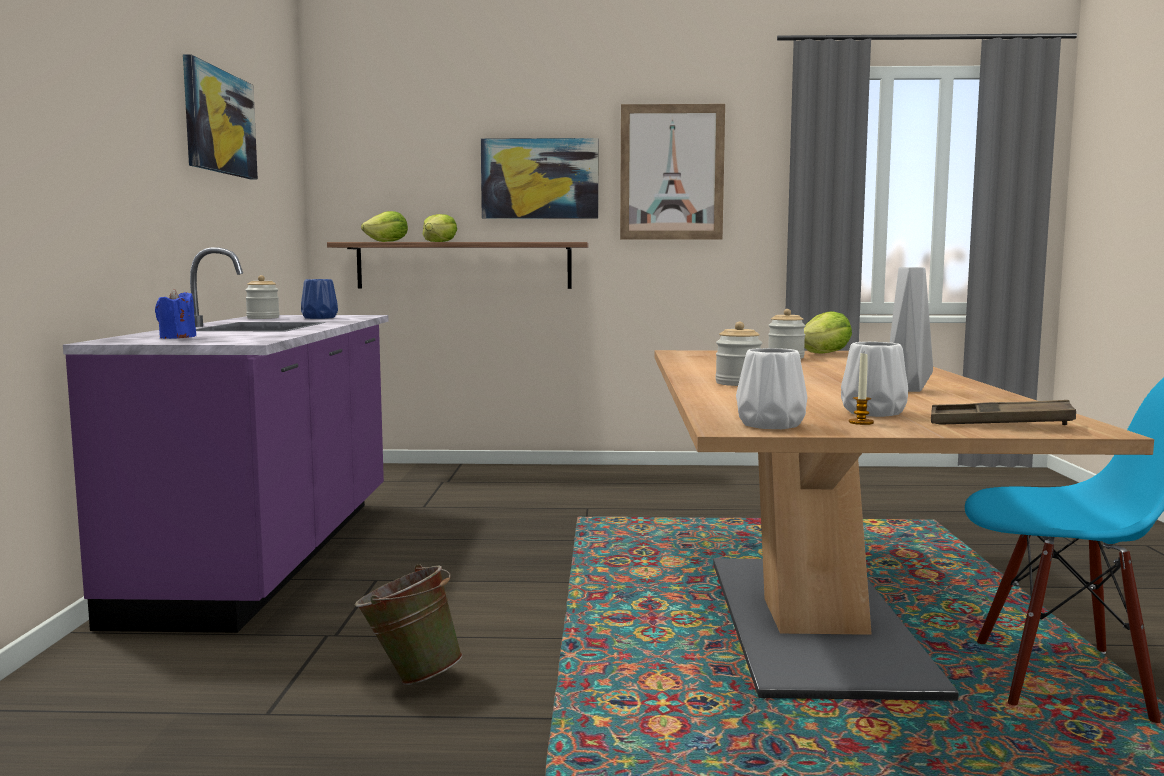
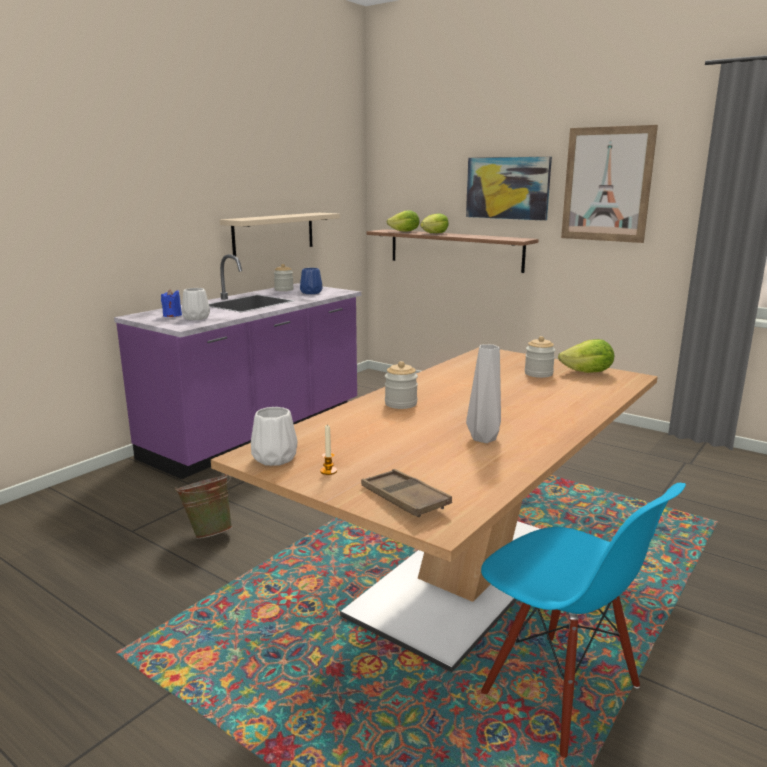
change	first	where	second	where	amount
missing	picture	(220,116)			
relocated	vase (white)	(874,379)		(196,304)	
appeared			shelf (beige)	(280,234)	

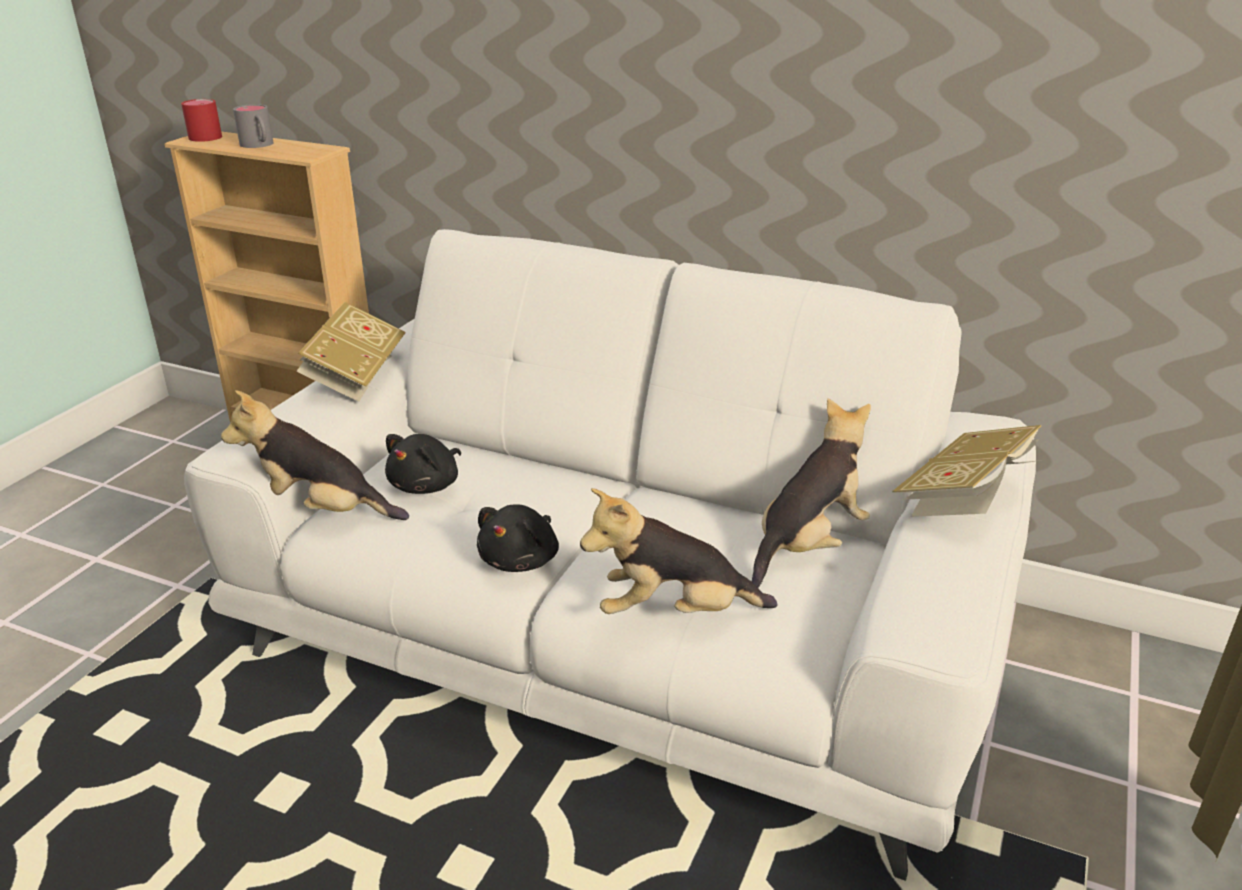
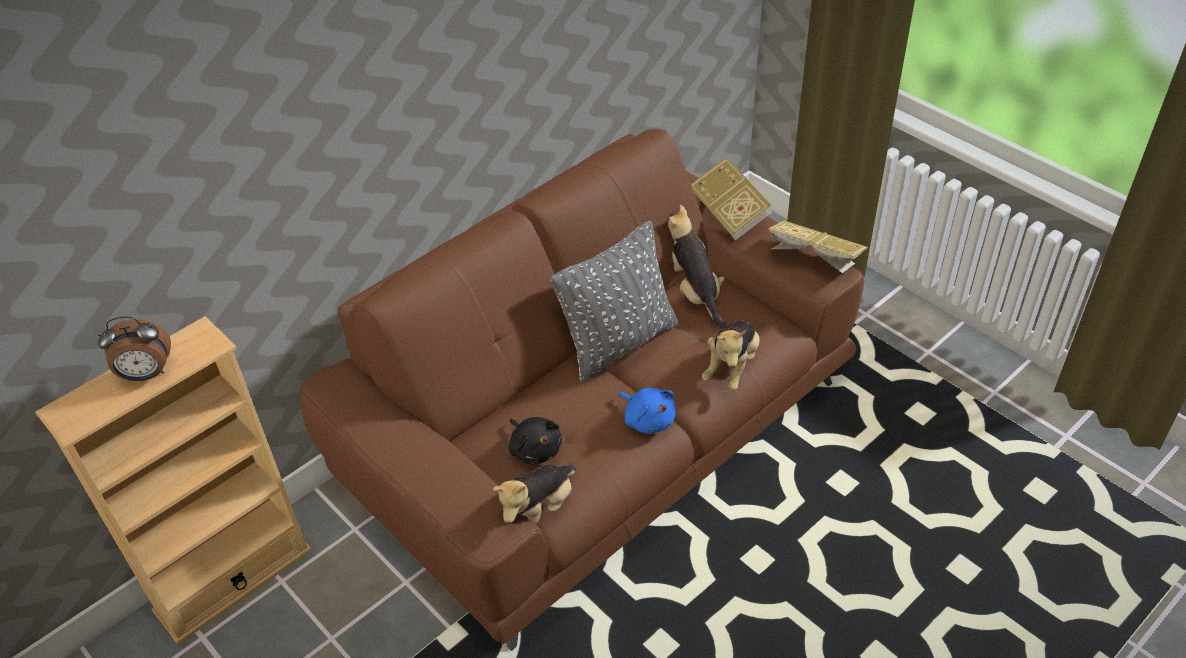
change	first	where	second	where	amount
missing	mug (red)	(201,120)			
colour	sofa (white)	(610,555)	sofa (brown)	(582,390)	
exchanged	mug (grey)	(253,126)	alarm clock	(134,348)	
relocated	book	(351,352)		(817,246)	
colour	plush toy (black)	(518,538)	plush toy (blue)	(647,411)	
appeared			pillow (grey)	(614,302)	

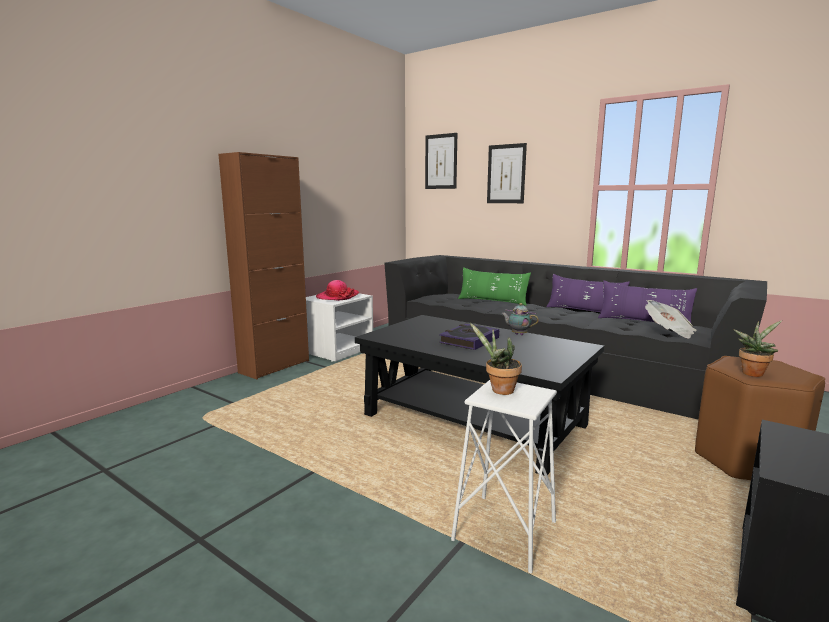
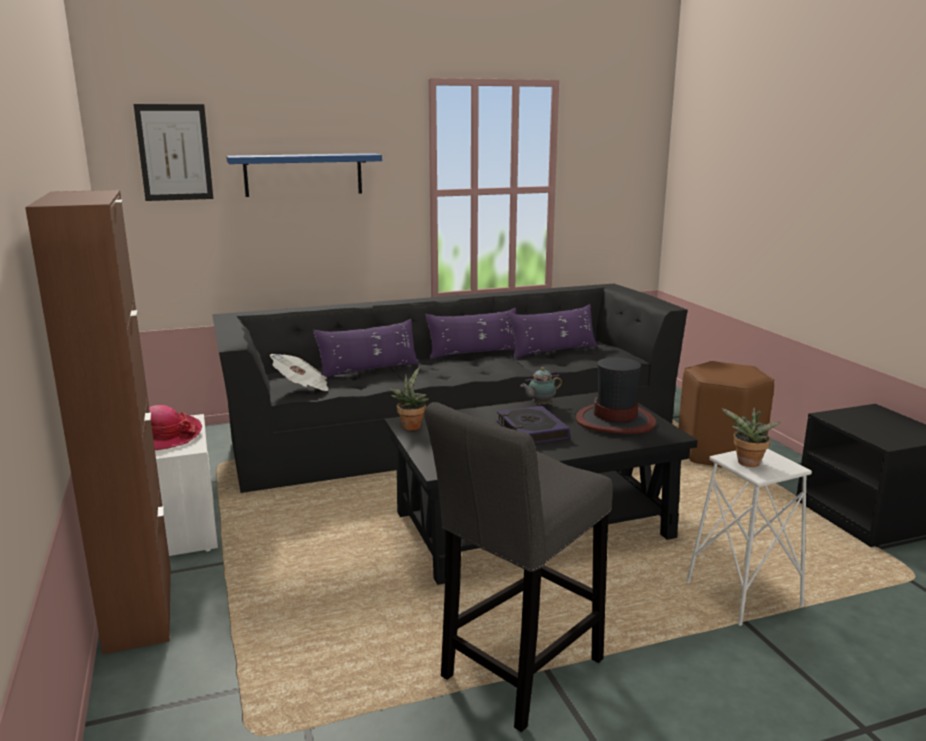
change	first	where	second	where	amount
colour	pillow (green)	(494,286)	pillow (purple)	(366,348)	
exchanged	picture	(507,173)	shelf (blue)	(304,175)	
relocated	newspaper	(670,319)		(299,372)	
relocated	potted plant	(757,348)		(409,399)	
appeared			stool (grey)	(518,567)	
appeared			hat	(615,396)	

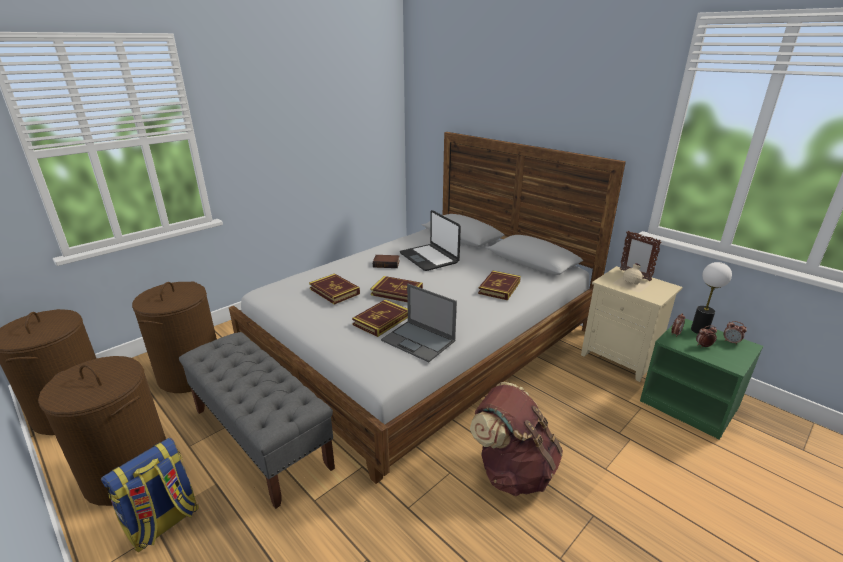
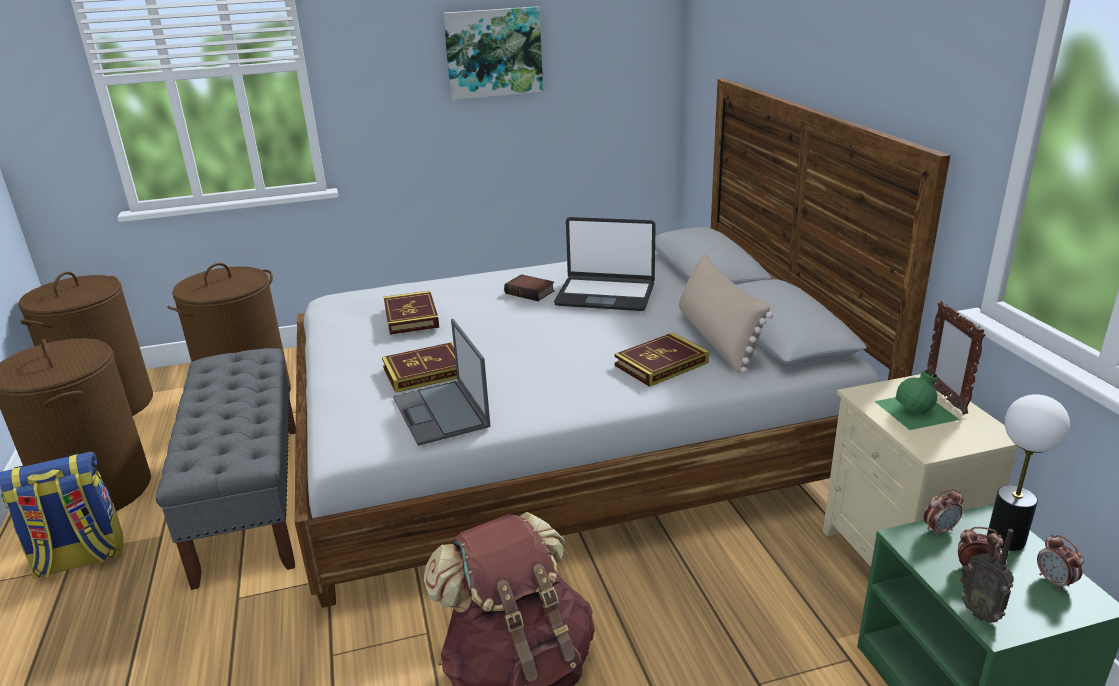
change	first	where	second	where	amount
missing	book	(396,289)			
spun	laptop	(430,240)		(605,264)	75 degrees counterclockwise
colour	bottle (beige)	(631,278)	bottle (green)	(917,399)	
appeared			picture	(493,53)	
appeared			pillow (beige)	(726,313)	
appeared			radio	(987,576)	

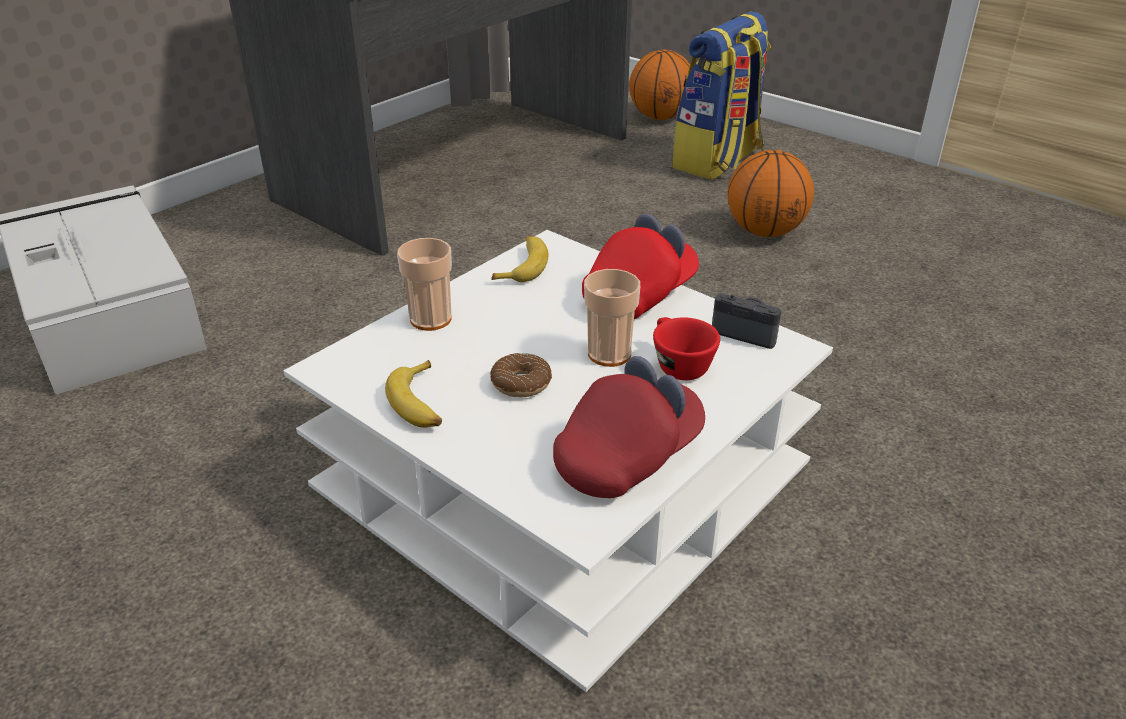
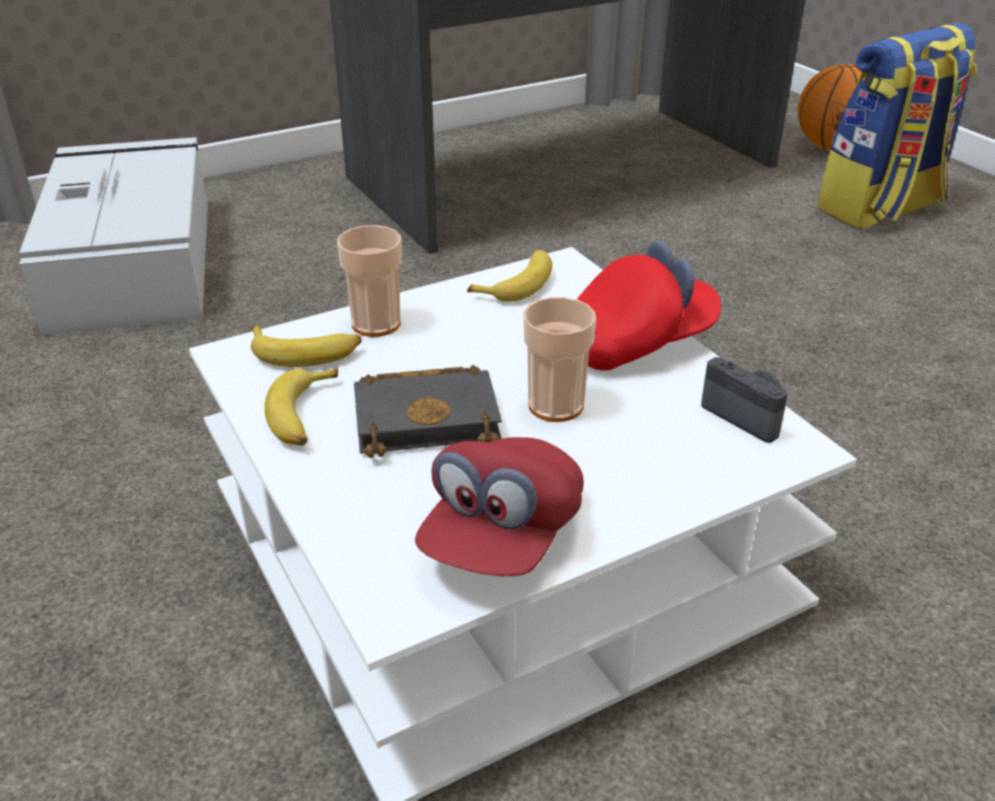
change	first	where	second	where	amount
exchanged	donut	(521,375)	book (black)	(428,411)	
spun	cap (red)	(629,427)		(499,506)	135 degrees clockwise
missing	cup (red)	(686,348)			
missing	basketball	(770,193)			
appeared			banana	(306,346)	

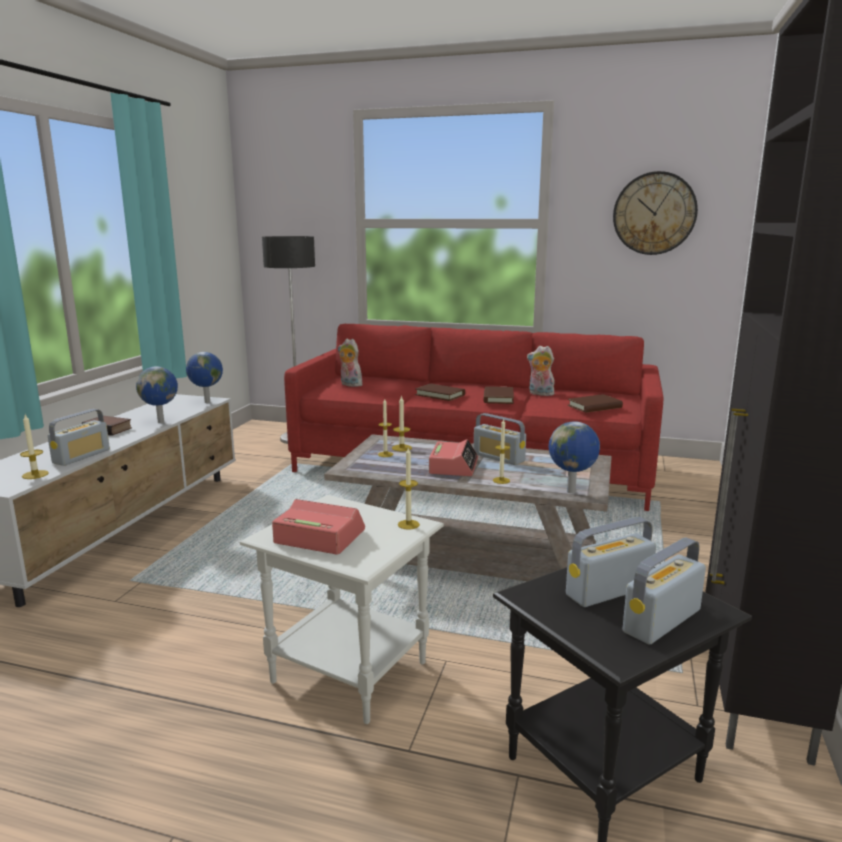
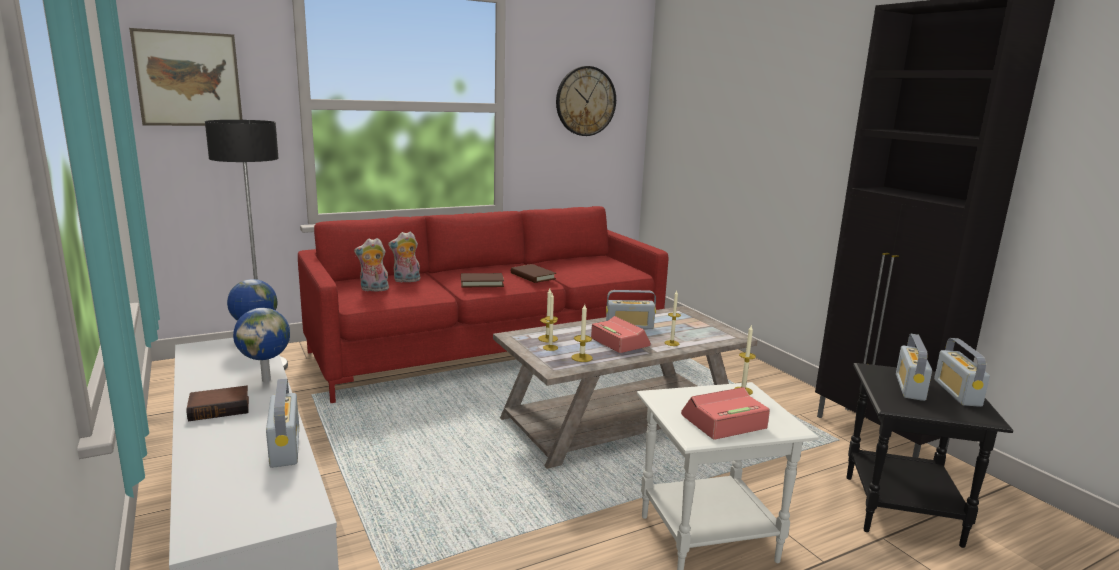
change	first	where	second	where	amount
relocated	candle	(34,447)		(582,333)	
relocated	plush toy	(541,371)		(404,257)	
missing	globe	(574,457)			
missing	book (brown)	(595,403)			
appeared			picture	(186,77)	

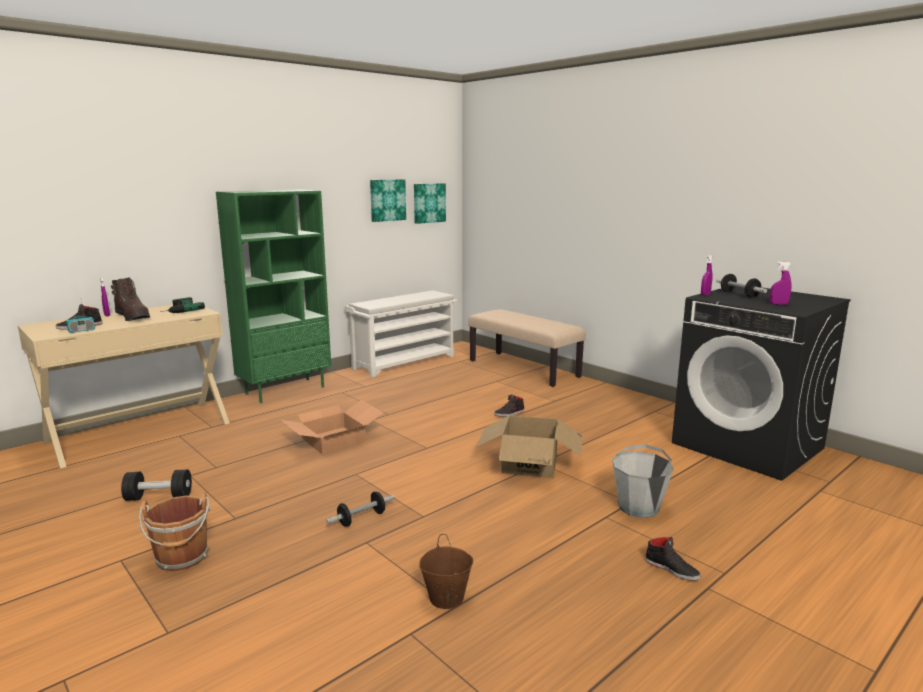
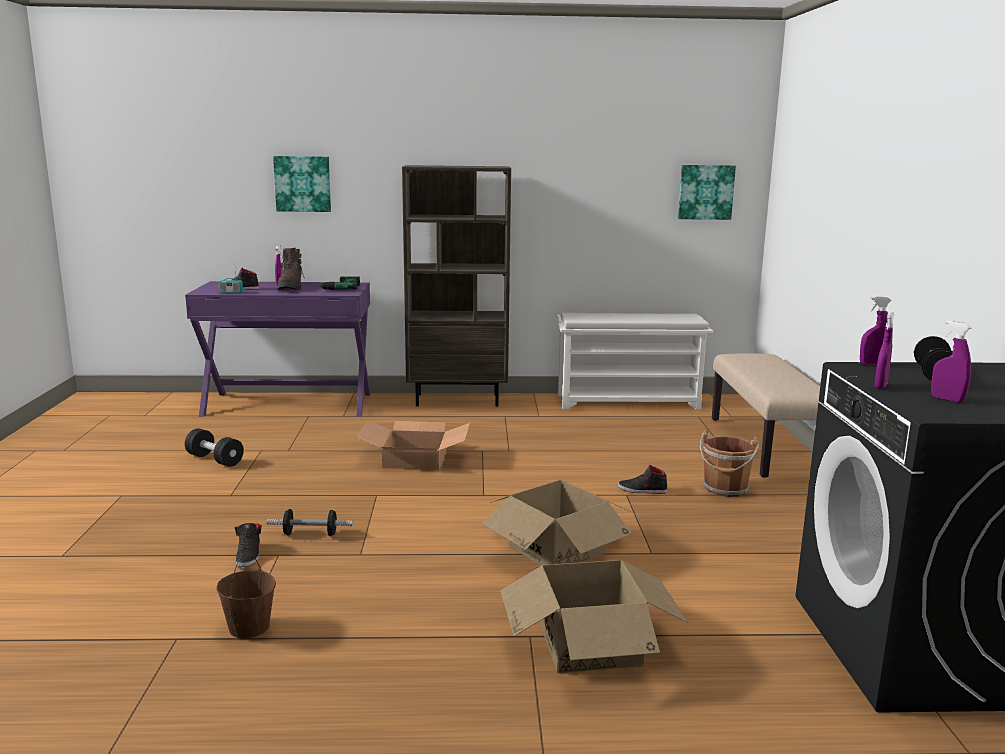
change	first	where	second	where	amount
colour	desk (beige)	(123,385)	desk (purple)	(278,349)	
relocated	bucket (brown)	(174,532)		(729,463)	
colour	bookcase (green)	(273,296)	bookcase (brown)	(456,285)	
relocated	picture	(388,200)		(302,184)	
exchanged	bucket (grey)	(643,481)	cardboard box	(594,616)	
relocated	shoe (black)	(672,559)		(248,545)	
appeared			spray bottle (purple)	(884,350)	

